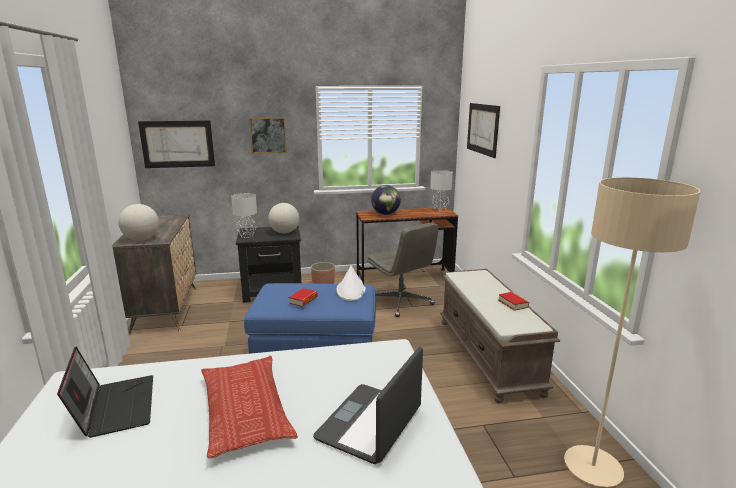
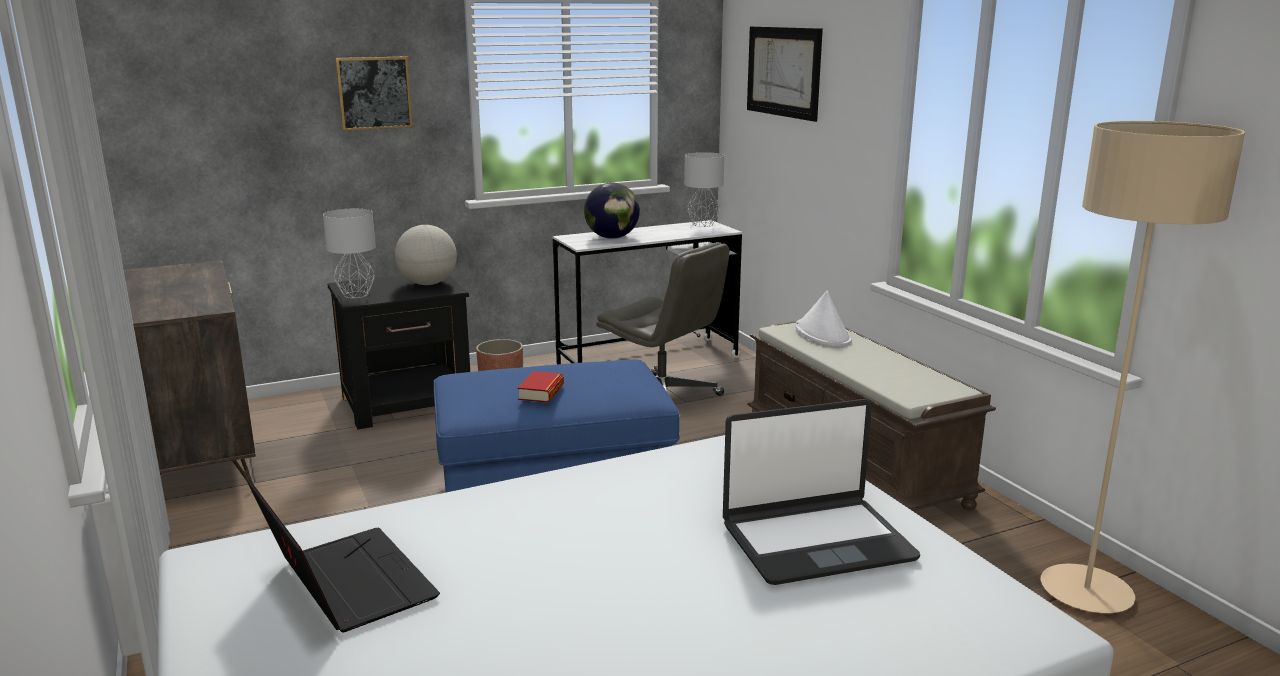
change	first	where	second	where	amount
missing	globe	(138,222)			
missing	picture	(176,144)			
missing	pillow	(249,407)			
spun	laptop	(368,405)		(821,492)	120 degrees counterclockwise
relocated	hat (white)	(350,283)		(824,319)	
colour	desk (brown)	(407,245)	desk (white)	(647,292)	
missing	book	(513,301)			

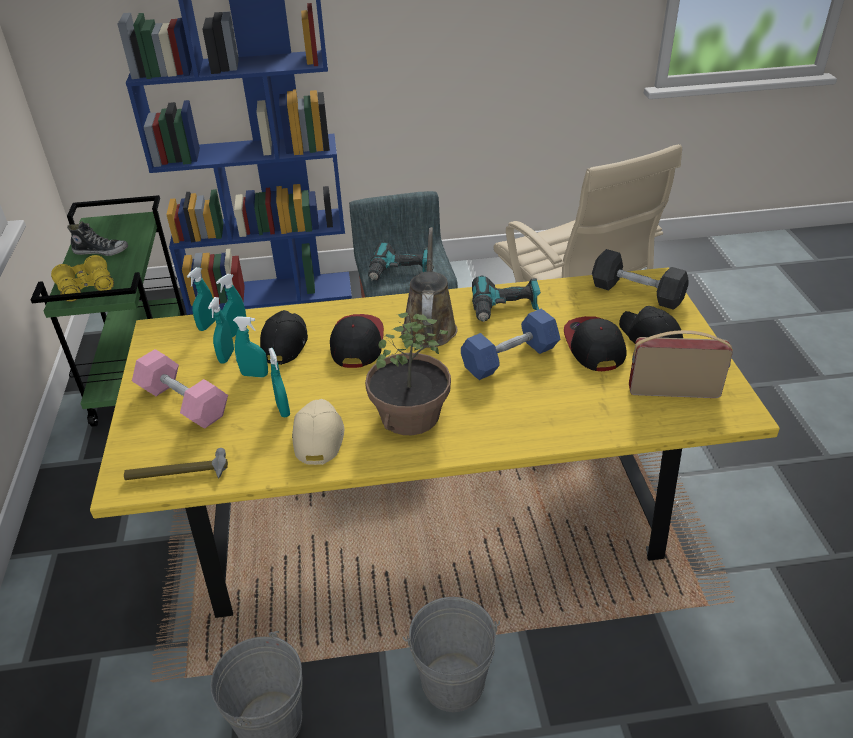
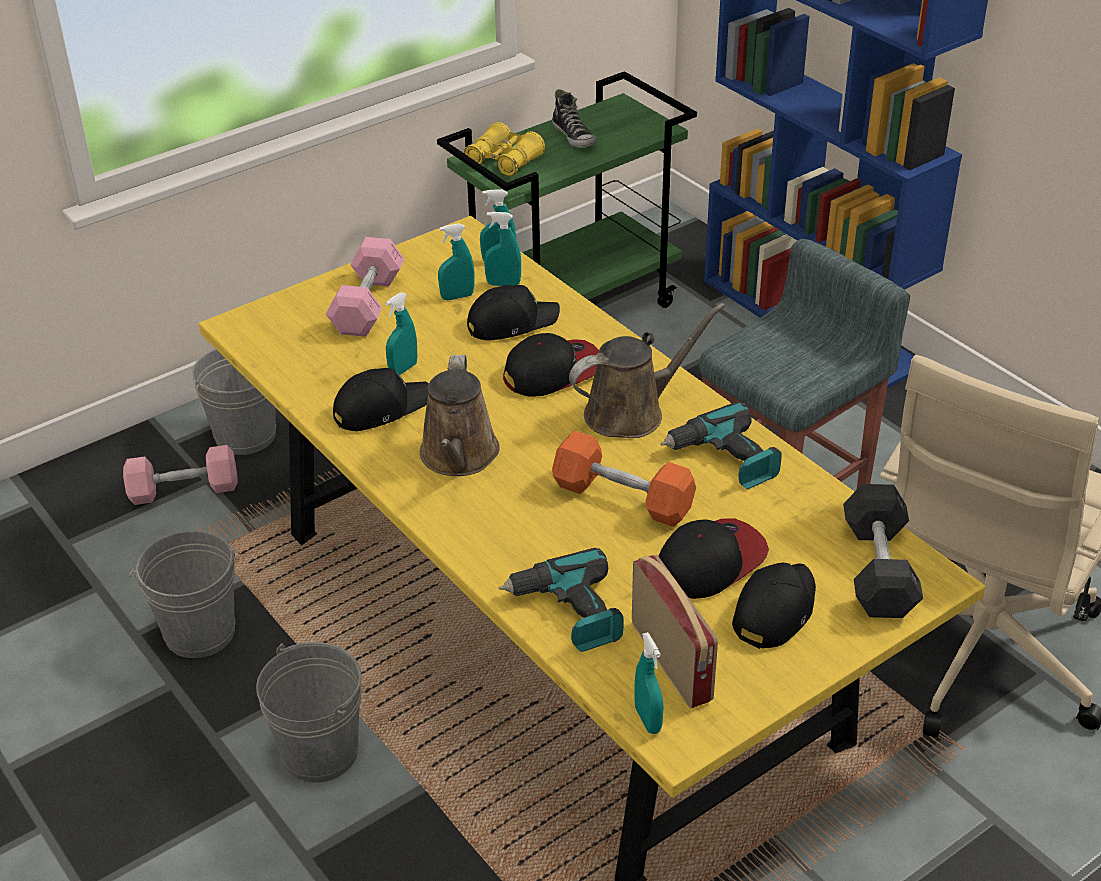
change	first	where	second	where	amount
missing	hammer	(176,464)			
relocated	spray bottle (turquoise)	(250,346)		(649,683)	
colour	cap (beige)	(318,432)	cap (black)	(381,399)	
exchanged	potted plant	(408,374)	watering can (brown)	(460,415)	
relocated	power drill	(398,261)		(561,600)	
colour	dumbbell (blue)	(510,344)	dumbbell (orange)	(624,478)	
appeared			dumbbell (pink)	(180,475)	
appeared			bucket (grey)	(234,402)	

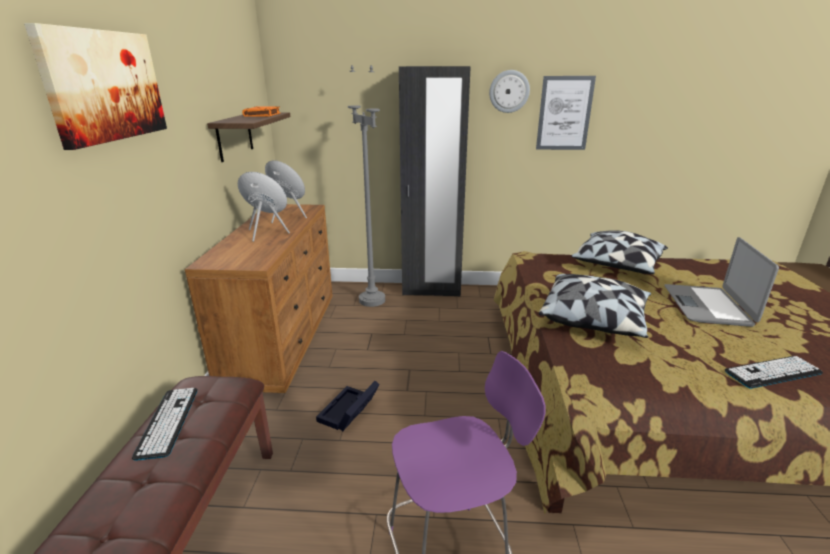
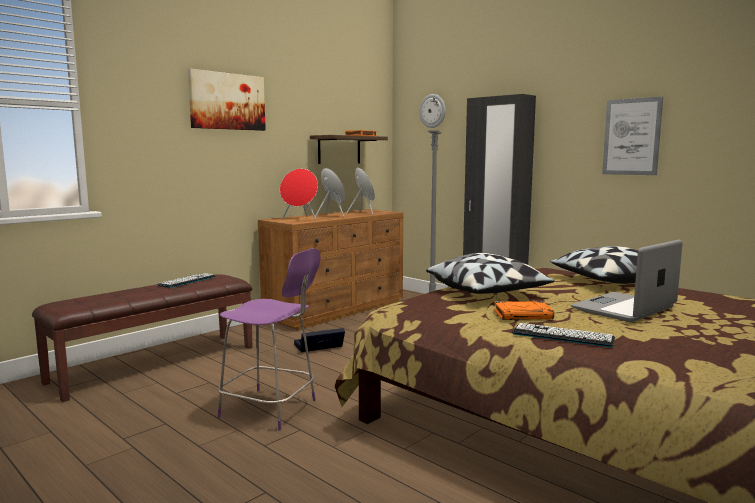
change	first	where	second	where	amount
relocated	wall clock	(509,91)		(432,111)	
appeared			speaker (red)	(299,194)	
appeared			book (orange)	(524,310)	

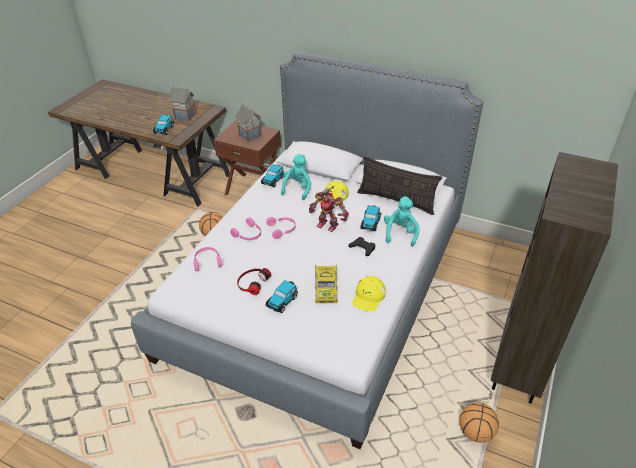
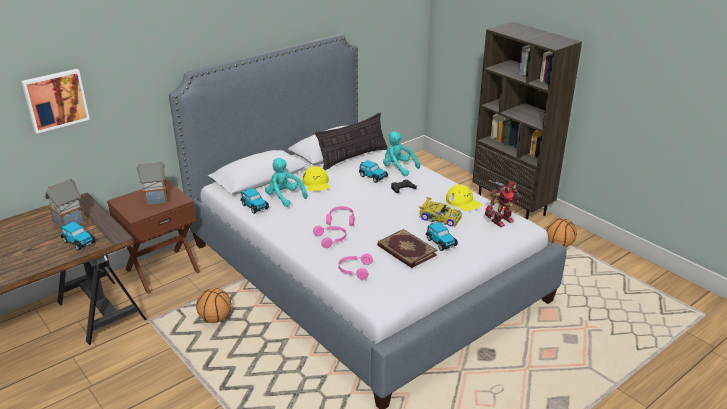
change	first	where	second	where	amount
exchanged	headphones	(254,281)	book	(407,248)	
relocated	toy robot	(329,209)		(503,203)	
appeared			picture	(55,101)	

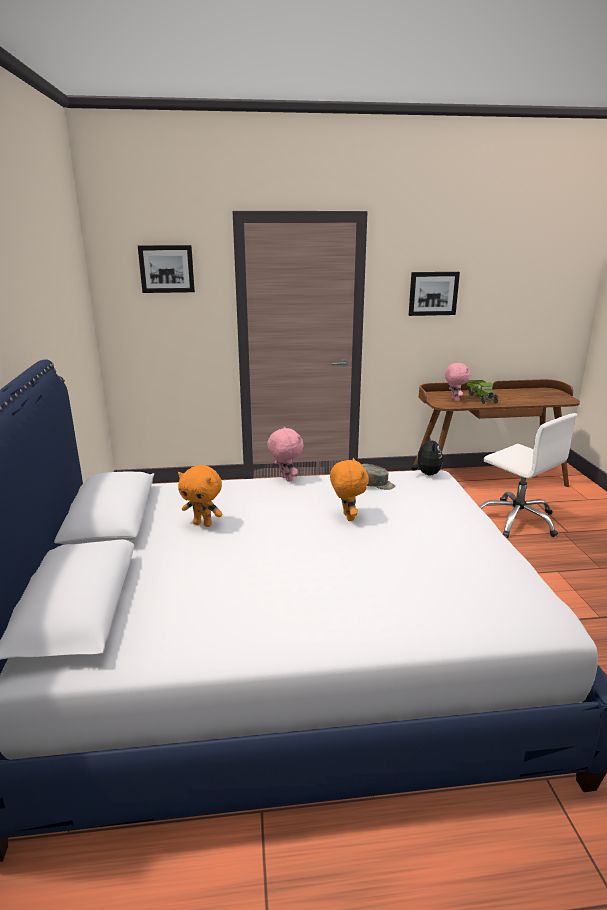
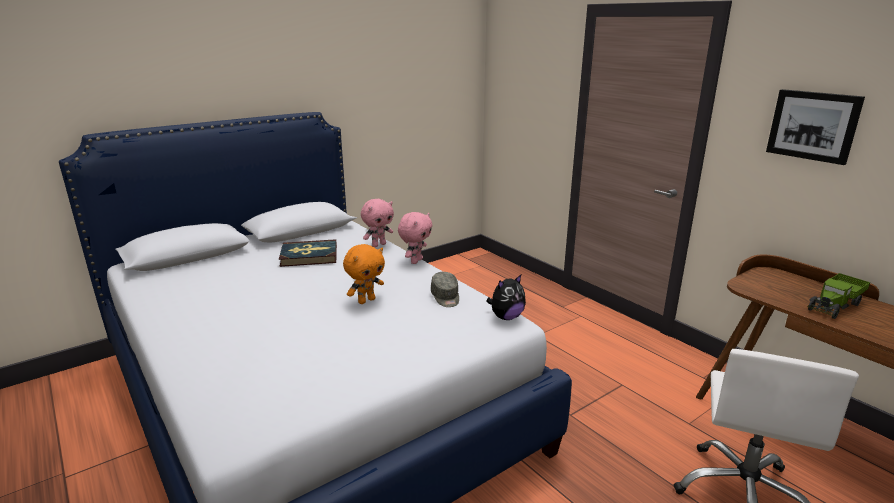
change	first	where	second	where	amount
missing	picture	(166,269)			
exchanged	plush toy (orange)	(200,496)	book	(308,253)	
relocated	plush toy (pink)	(457,382)		(377,223)	

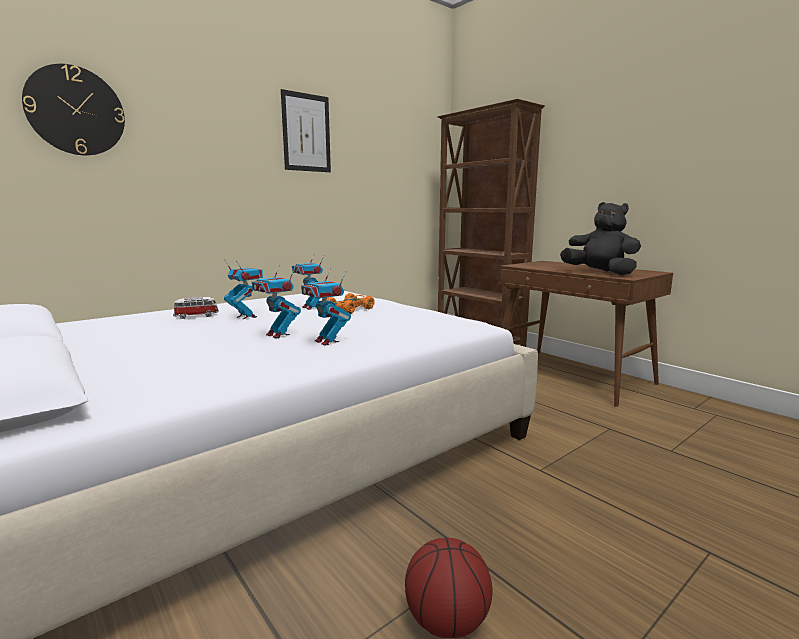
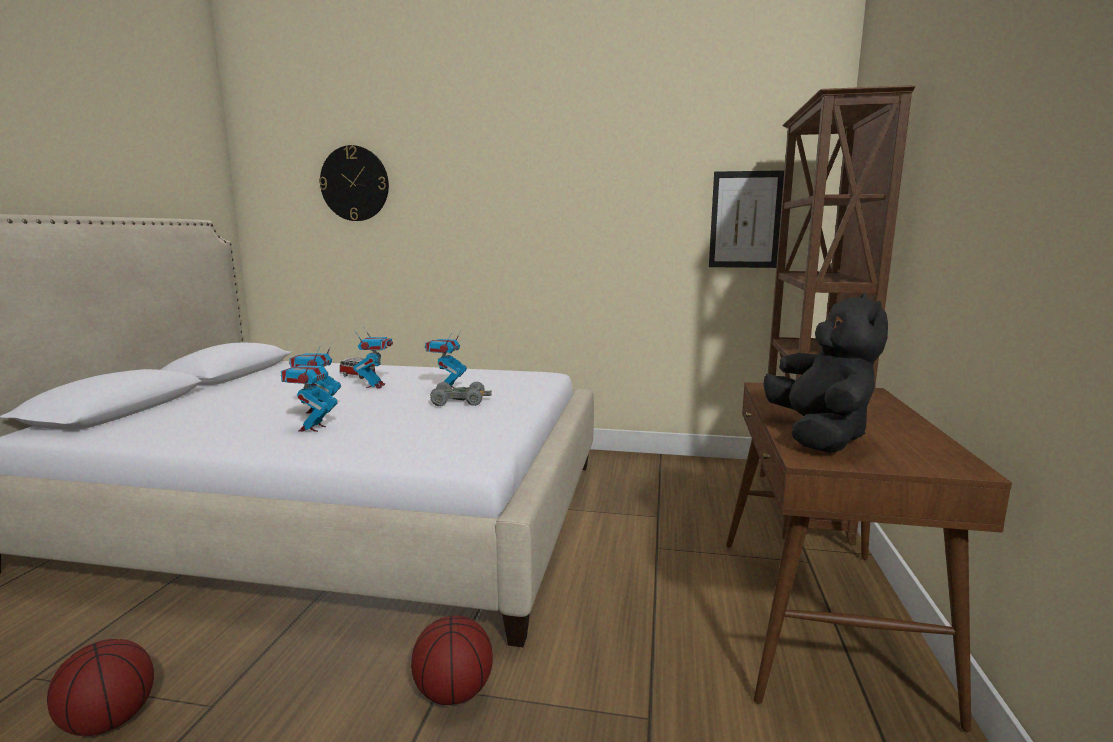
change	first	where	second	where	amount
relocated	picture	(306,130)		(746,219)	
colour	toy car (orange)	(350,303)	toy car (grey)	(461,394)	
appeared			basketball	(452,660)	

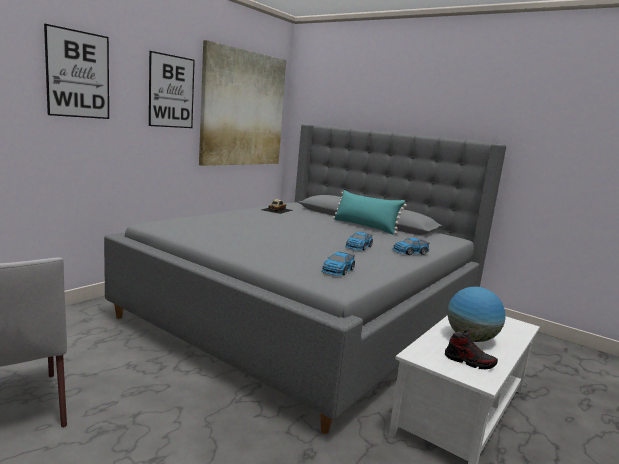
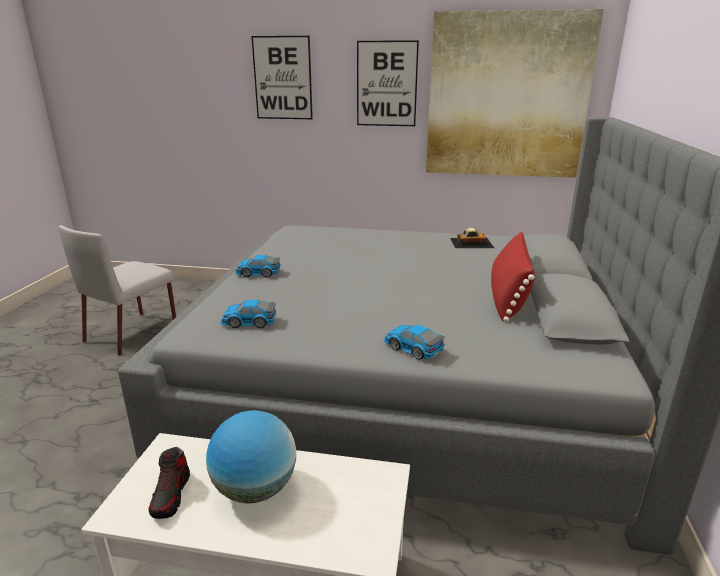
change	first	where	second	where	amount
colour	pillow (turquoise)	(370,212)	pillow (red)	(513,277)	
relocated	toy car	(359,241)		(257,266)	

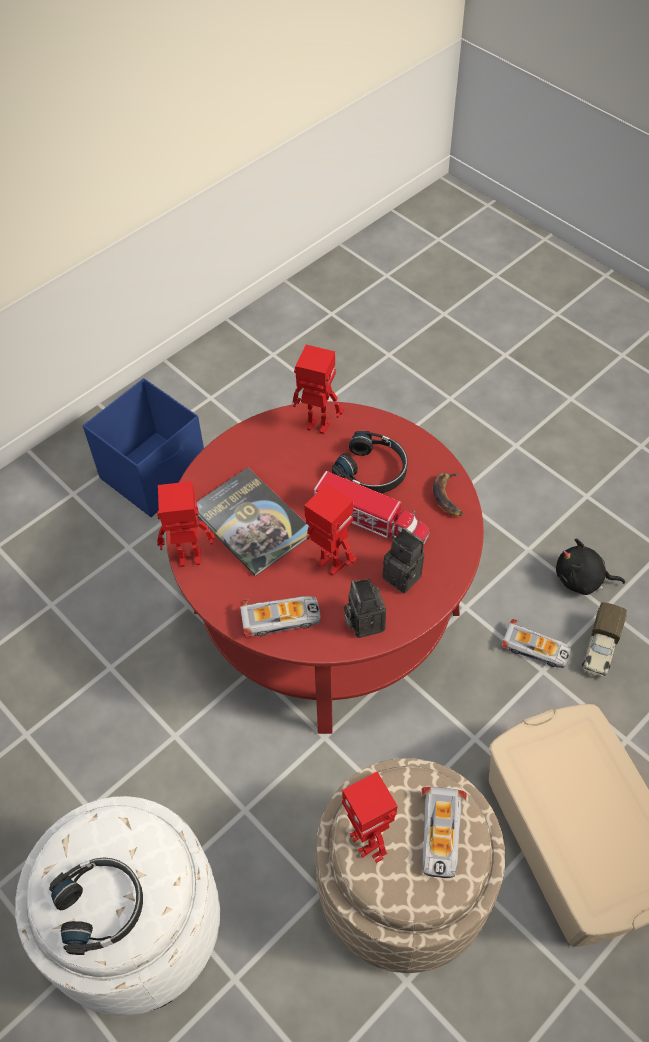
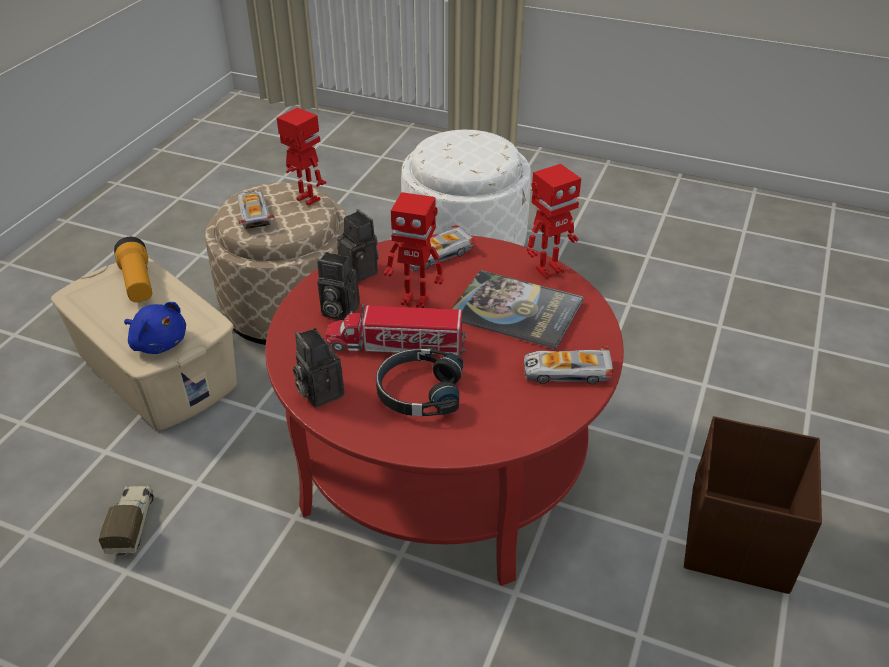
change	first	where	second	where	amount
missing	headphones (black)	(96,906)			
colour	storage box (blue)	(143,447)	storage box (brown)	(753,505)	
missing	toy robot	(318,389)			
exchanged	banana	(448,494)	photo camera	(319,368)	
relocated	toy car	(536,643)		(569,365)	
missing	plush toy (black)	(590,566)			
appeared			flashlight	(133,269)	
appeared			plush toy (blue)	(155,328)	

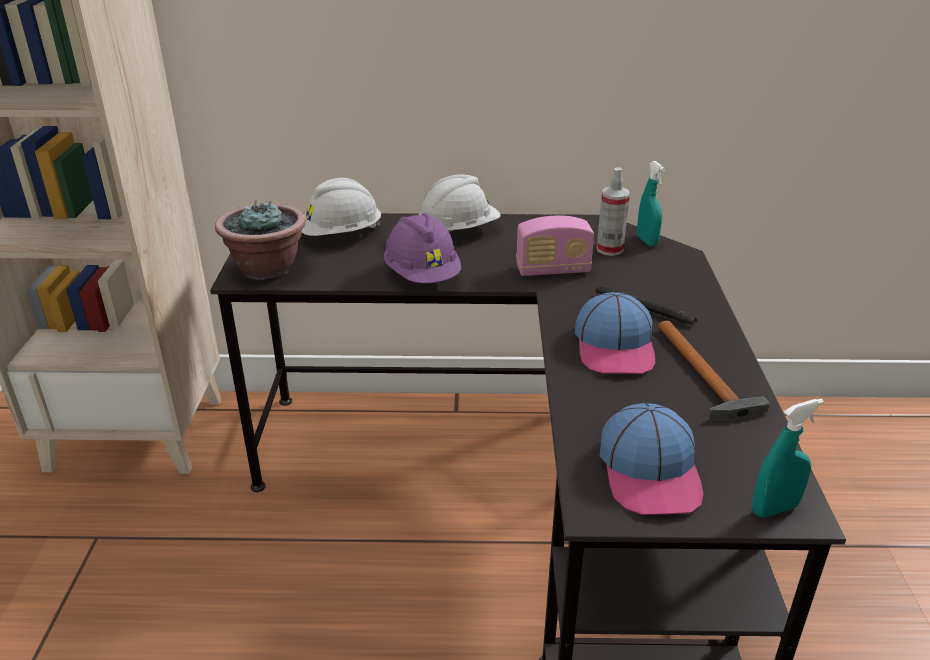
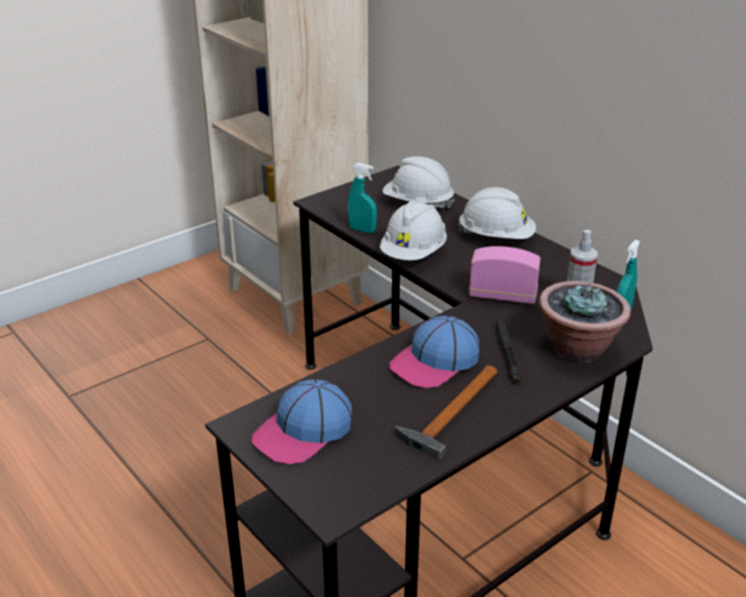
change	first	where	second	where	amount
relocated	potted plant	(260,240)		(585,322)	
colour	hard hat (purple)	(422,248)	hard hat (white)	(413,230)	
spun	radio	(555,246)		(504,275)	150 degrees clockwise
relocated	spray bottle (turquoise)	(788,458)		(362,198)	

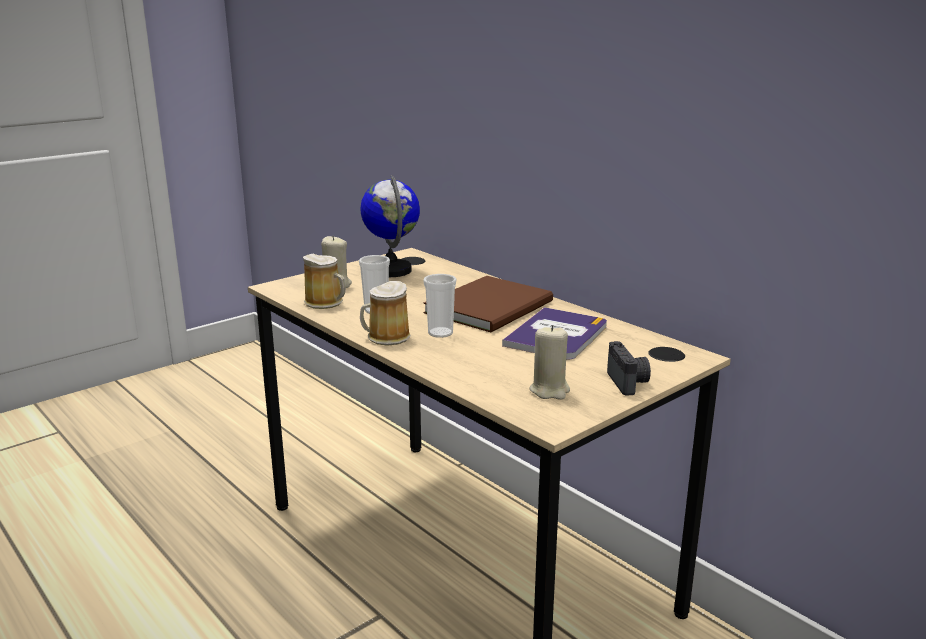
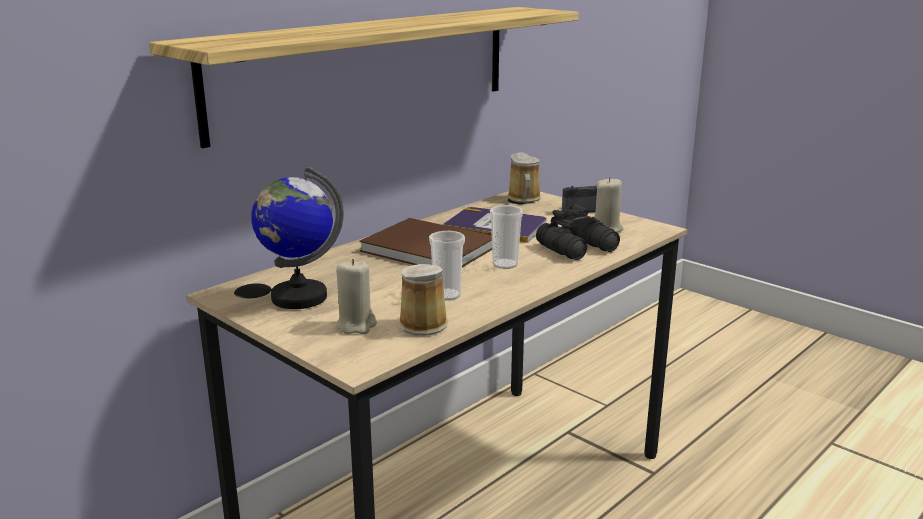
change	first	where	second	where	amount
relocated	mug	(385,313)		(524,177)	
appeared			shelf	(364,77)	
appeared			binoculars (black)	(578,232)	

